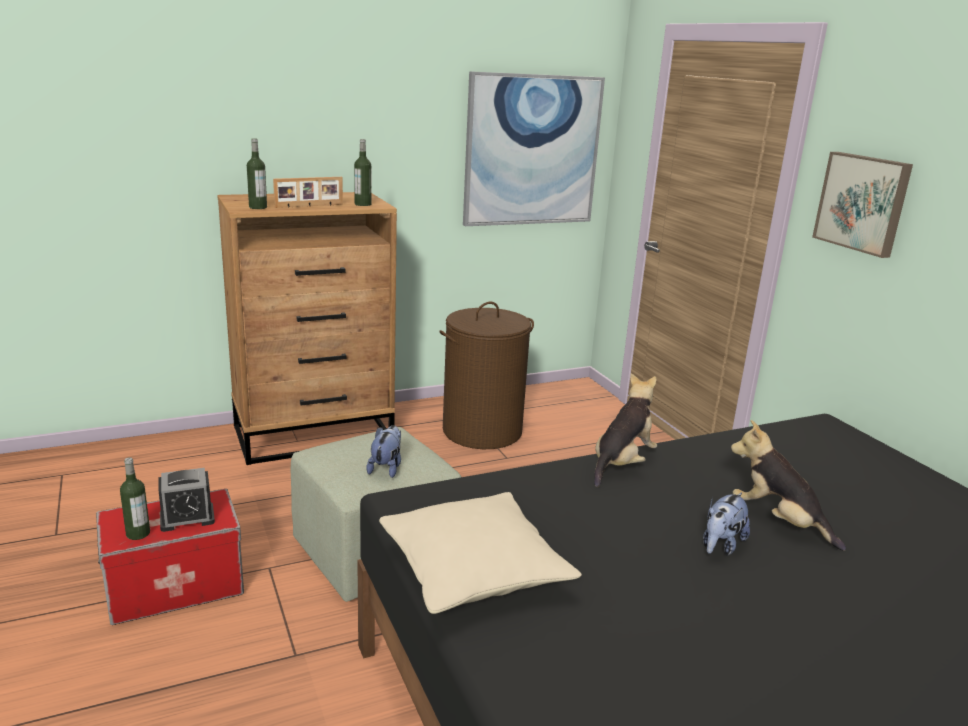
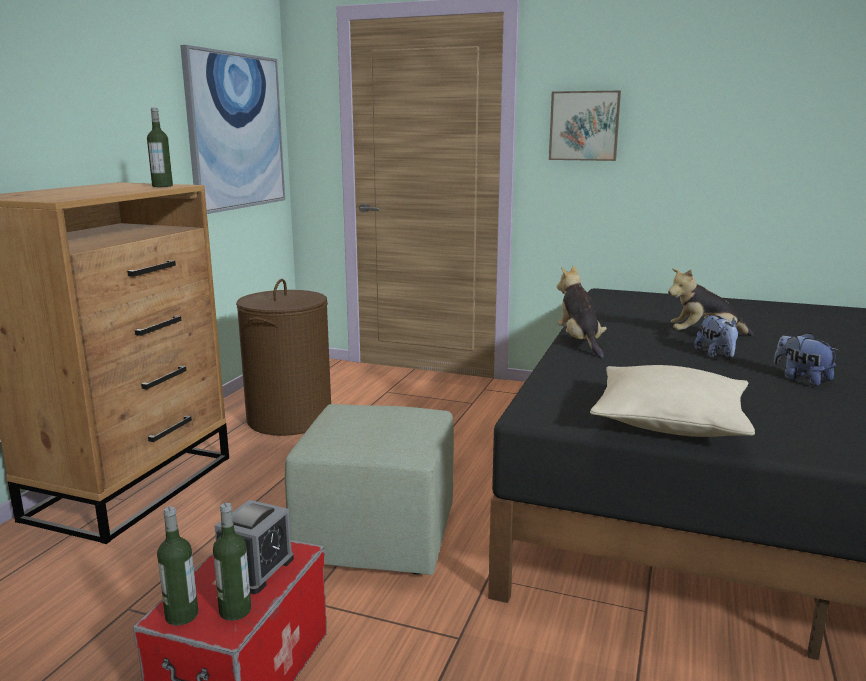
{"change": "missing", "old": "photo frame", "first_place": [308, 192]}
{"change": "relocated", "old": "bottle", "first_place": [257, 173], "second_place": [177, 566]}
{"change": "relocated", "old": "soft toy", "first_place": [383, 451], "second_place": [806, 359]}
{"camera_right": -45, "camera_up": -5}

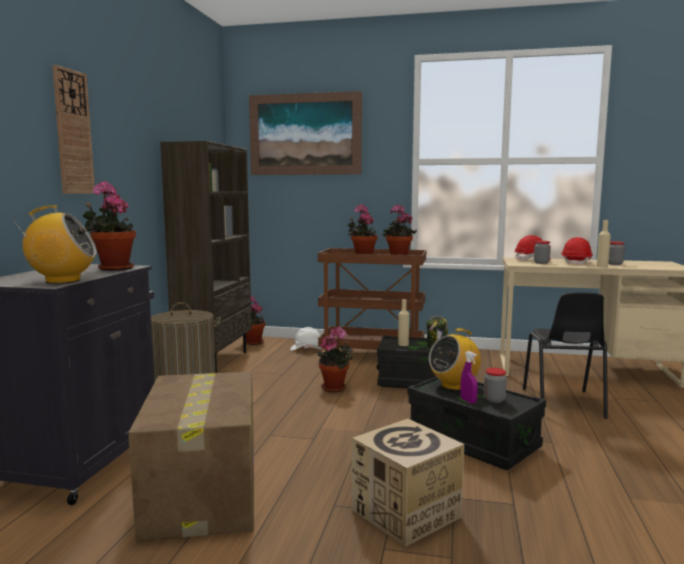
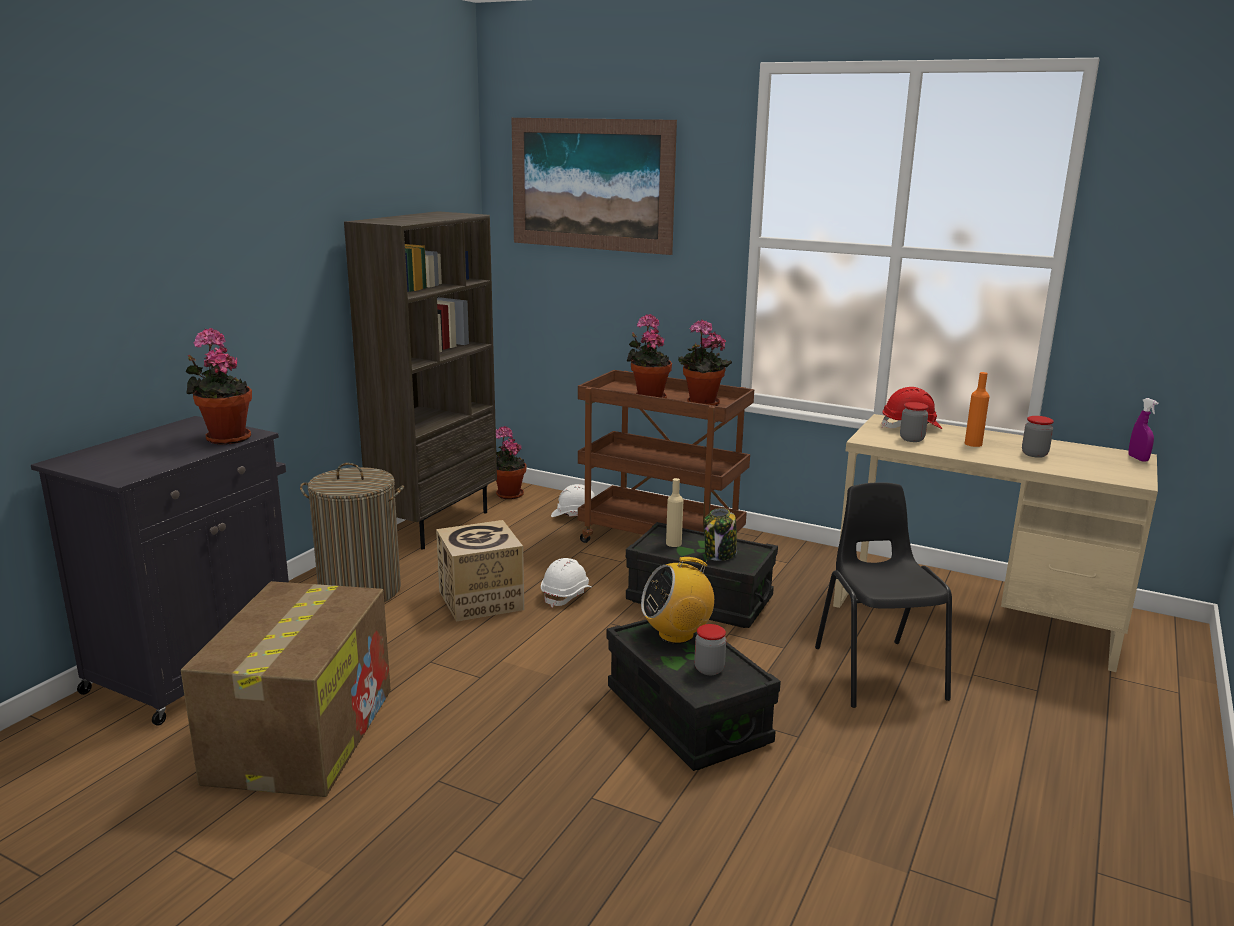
{"change": "missing", "old": "radio", "first_place": [54, 244]}
{"change": "missing", "old": "wall clock", "first_place": [73, 129]}
{"change": "missing", "old": "sand-coloured bottle", "first_place": [603, 244]}
{"change": "relocated", "old": "carton", "first_place": [408, 483], "second_place": [480, 570]}
{"change": "relocated", "old": "purple-coloured spray bottle", "first_place": [469, 377], "second_place": [1144, 430]}
{"change": "exchanged", "old": "potted plant", "new": "whitish safety helmet", "first_place": [335, 359], "second_place": [566, 583]}
{"change": "exchanged", "old": "red-coloured safety helmet", "new": "orange-coloured bottle", "first_place": [577, 251], "second_place": [977, 409]}
{"change": "spun", "old": "black-coloured chair", "first_place": [565, 355], "second_place": [883, 595], "degrees": 150}
{"camera_right": 15, "camera_up": 10}

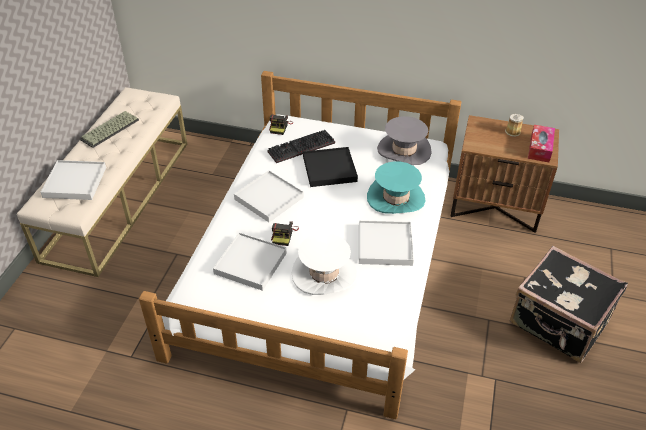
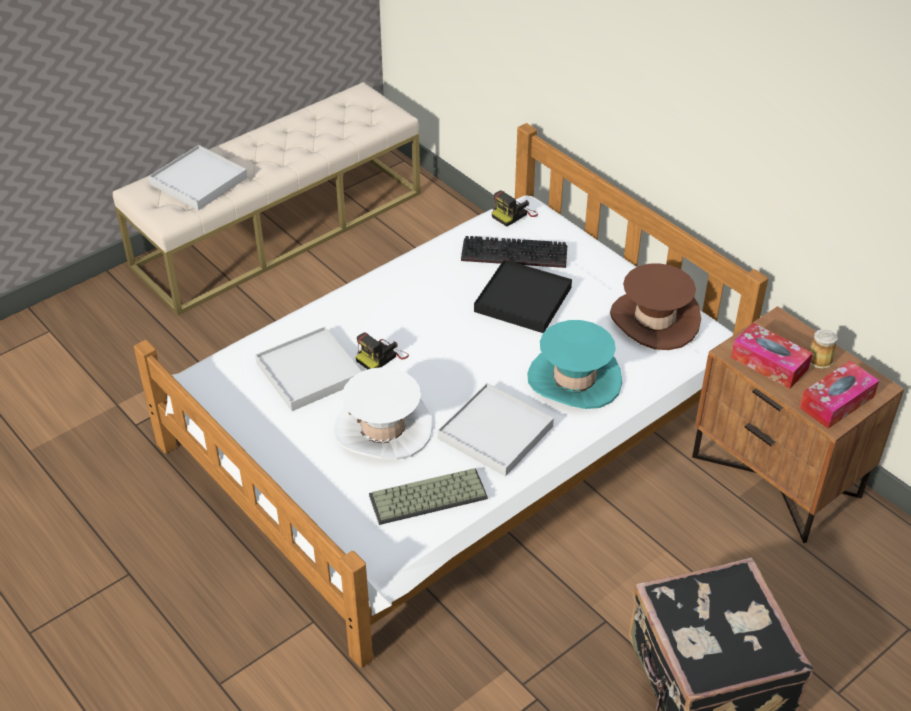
{"change": "missing", "old": "whitish tray", "first_place": [269, 196]}
{"change": "appeared", "new": "tissue holder", "second_place": [772, 356]}
{"change": "relocated", "old": "computer keyboard", "first_place": [109, 129], "second_place": [428, 496]}
{"change": "colour", "old": "grey wearable hat", "new": "brown-coloured wearable hat", "first_place": [404, 140], "second_place": [655, 306]}
{"camera_right": 35, "camera_up": 0}

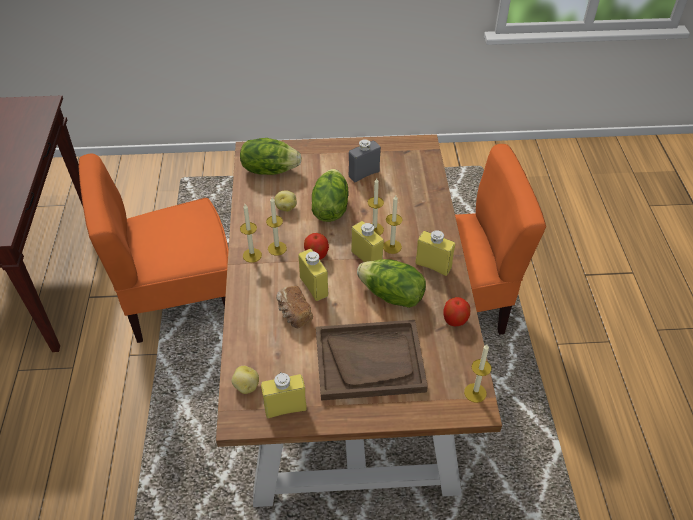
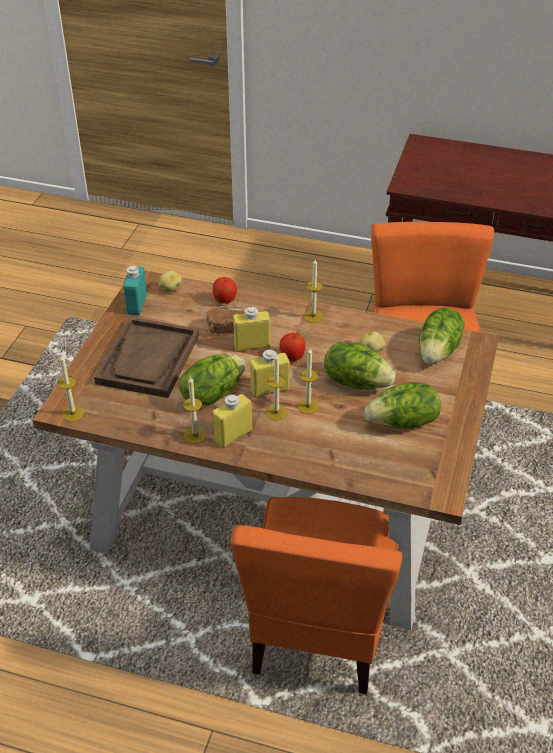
{"change": "relocated", "old": "candle", "first_place": [276, 226], "second_place": [194, 410]}
{"change": "relocated", "old": "apple", "first_place": [456, 311], "second_place": [225, 290]}
{"change": "exchanged", "old": "grey bottle", "new": "head of lettuce", "first_place": [365, 160], "second_place": [403, 405]}
{"change": "colour", "old": "yellow-coloured bottle", "new": "turquoise-coloured bottle", "first_place": [284, 395], "second_place": [135, 290]}
{"camera_right": 110, "camera_up": -5}

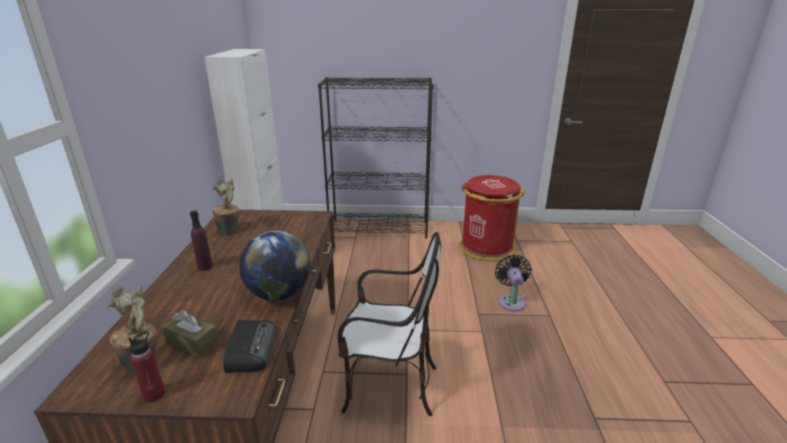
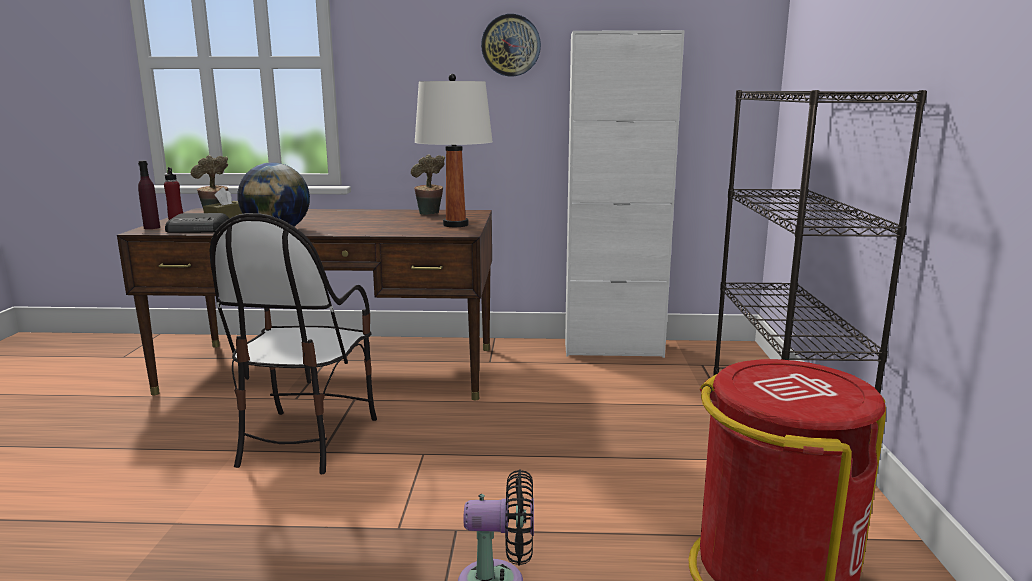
{"change": "appeared", "new": "whitish tabletop lamp", "second_place": [454, 150]}
{"change": "appeared", "new": "wall clock", "second_place": [511, 45]}
{"change": "relocated", "old": "purple-coloured bottle", "first_place": [201, 240], "second_place": [149, 195]}
{"camera_right": 90, "camera_up": -10}

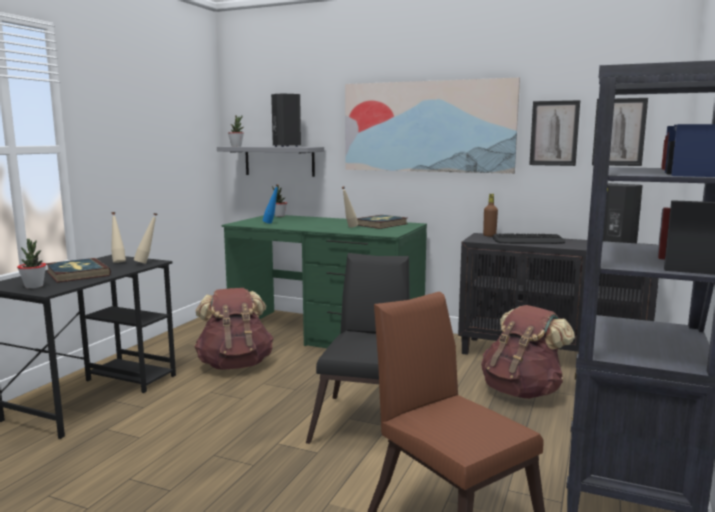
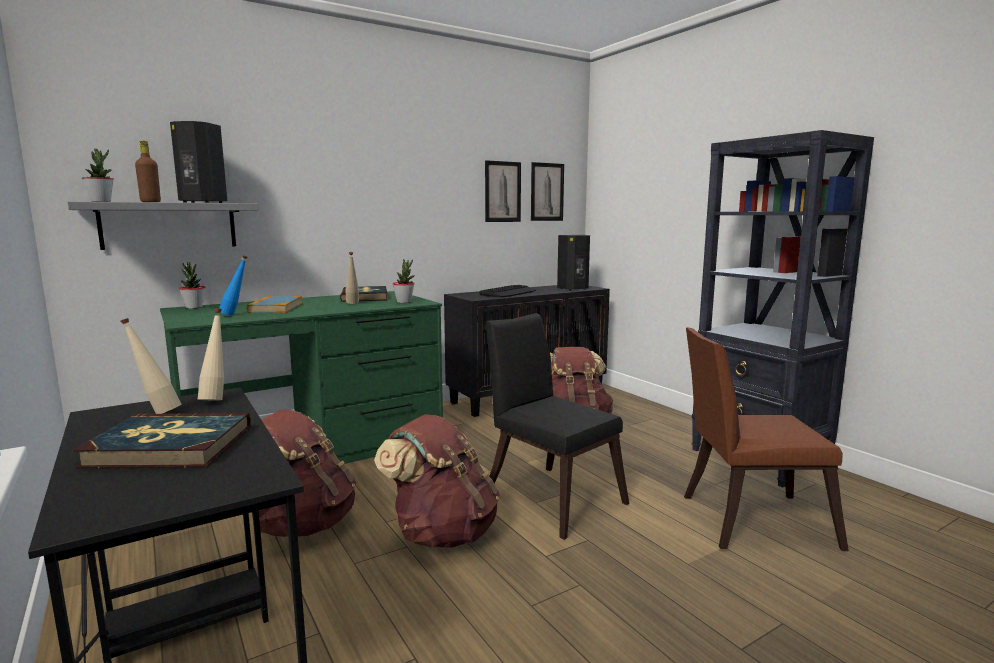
{"change": "missing", "old": "picture", "first_place": [432, 126]}
{"change": "appeared", "new": "book", "second_place": [274, 304]}
{"change": "appeared", "new": "brown-coloured rucksack", "second_place": [437, 481]}
{"change": "relocated", "old": "potted plant", "first_place": [31, 264], "second_place": [403, 281]}
{"change": "relocated", "old": "brown-coloured bottle", "first_place": [490, 215], "second_place": [148, 171]}
{"camera_right": -55, "camera_up": 0}

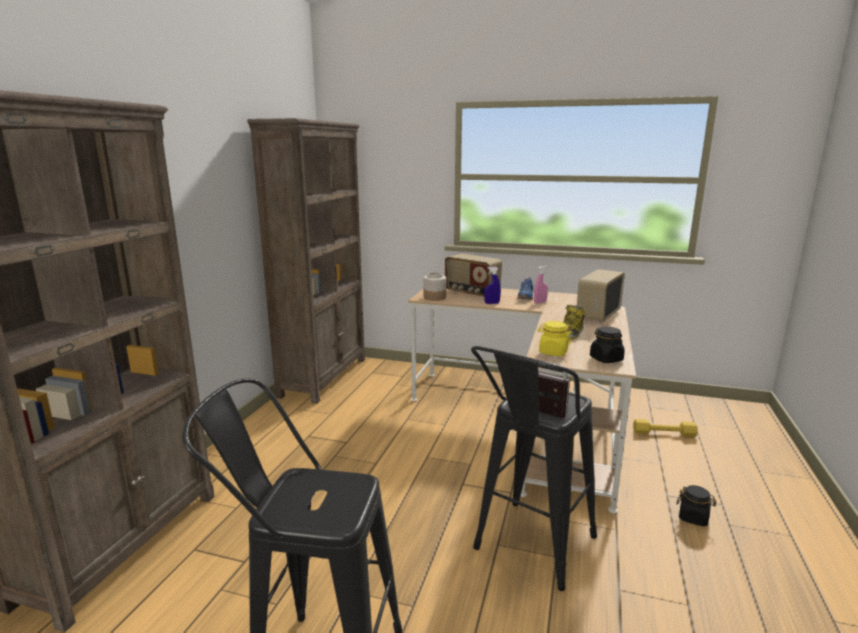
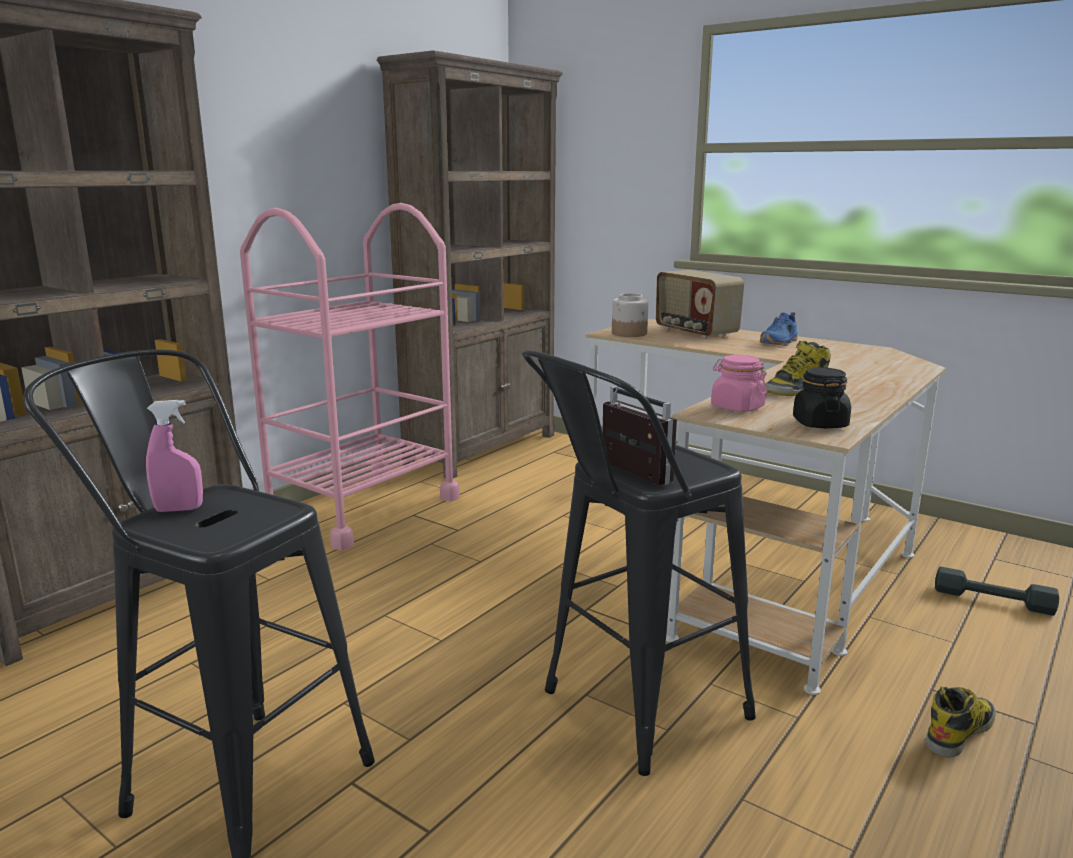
{"change": "missing", "old": "bluish spray bottle", "first_place": [492, 285]}
{"change": "missing", "old": "radio", "first_place": [601, 295]}
{"change": "appeared", "new": "pink-coloured trolley", "second_place": [350, 376]}
{"change": "relocated", "old": "pink-coloured spray bottle", "first_place": [541, 284], "second_place": [174, 456]}
{"change": "exchanged", "old": "black-coloured storage jar", "new": "tall boot", "first_place": [696, 505], "second_place": [960, 722]}
{"change": "colour", "old": "yellow-coloured storage jar", "new": "pink-coloured storage jar", "first_place": [554, 338], "second_place": [739, 383]}
{"change": "colour", "old": "yellow-coloured hand weight", "new": "grey hand weight", "first_place": [665, 428], "second_place": [997, 591]}
{"camera_right": 20, "camera_up": 0}

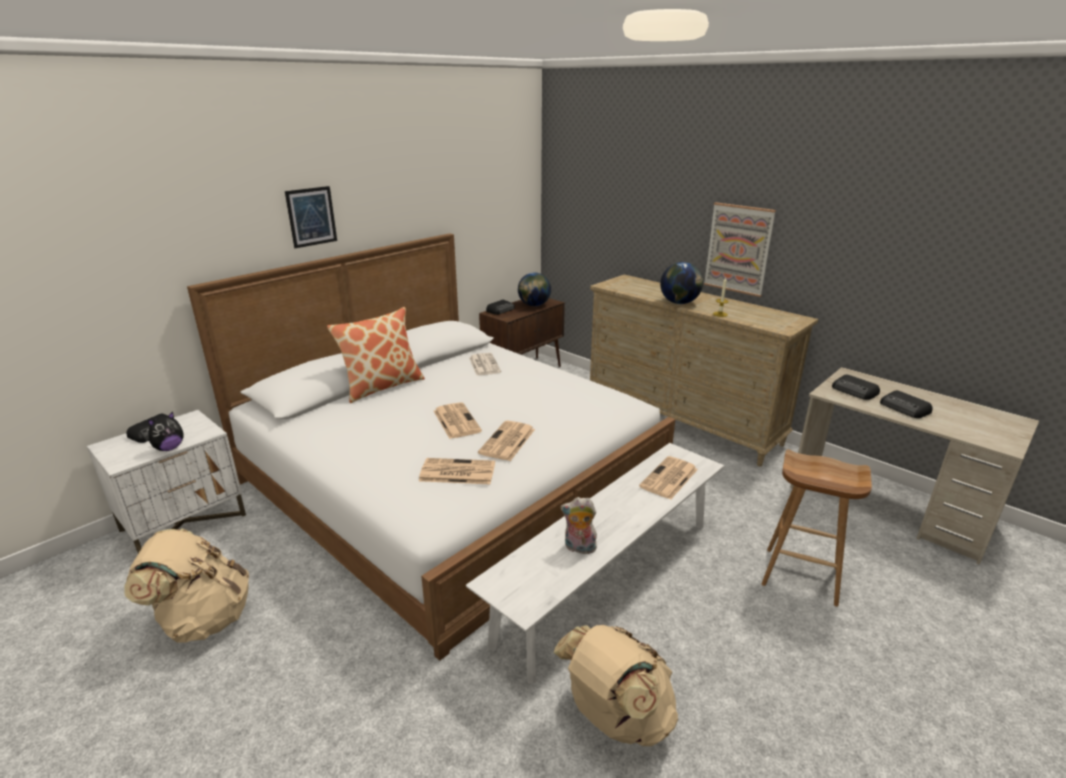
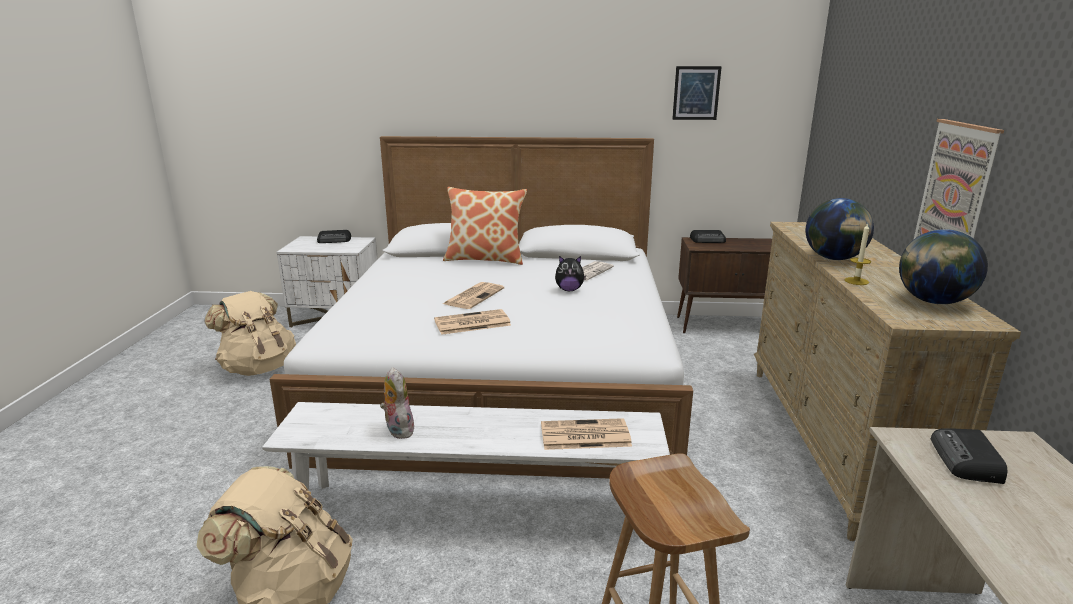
{"change": "missing", "old": "printed paper", "first_place": [457, 471]}
{"change": "missing", "old": "radio", "first_place": [906, 404]}
{"change": "relocated", "old": "soft toy", "first_place": [166, 431], "second_place": [570, 273]}
{"change": "relocated", "old": "picture", "first_place": [311, 217], "second_place": [697, 93]}
{"change": "relocated", "old": "world globe", "first_place": [534, 289], "second_place": [943, 266]}
{"camera_right": 50, "camera_up": -5}

